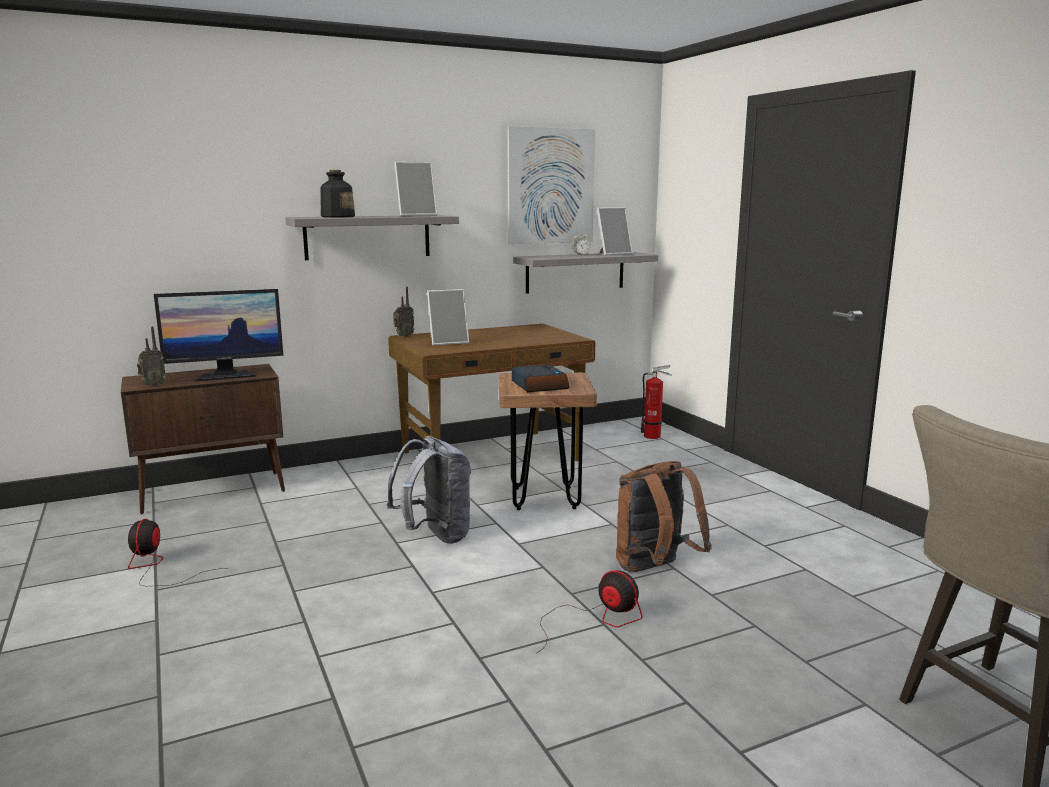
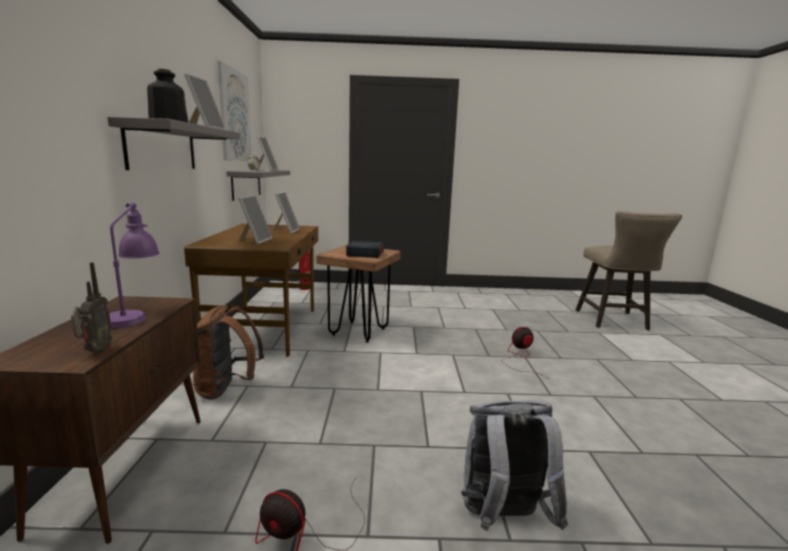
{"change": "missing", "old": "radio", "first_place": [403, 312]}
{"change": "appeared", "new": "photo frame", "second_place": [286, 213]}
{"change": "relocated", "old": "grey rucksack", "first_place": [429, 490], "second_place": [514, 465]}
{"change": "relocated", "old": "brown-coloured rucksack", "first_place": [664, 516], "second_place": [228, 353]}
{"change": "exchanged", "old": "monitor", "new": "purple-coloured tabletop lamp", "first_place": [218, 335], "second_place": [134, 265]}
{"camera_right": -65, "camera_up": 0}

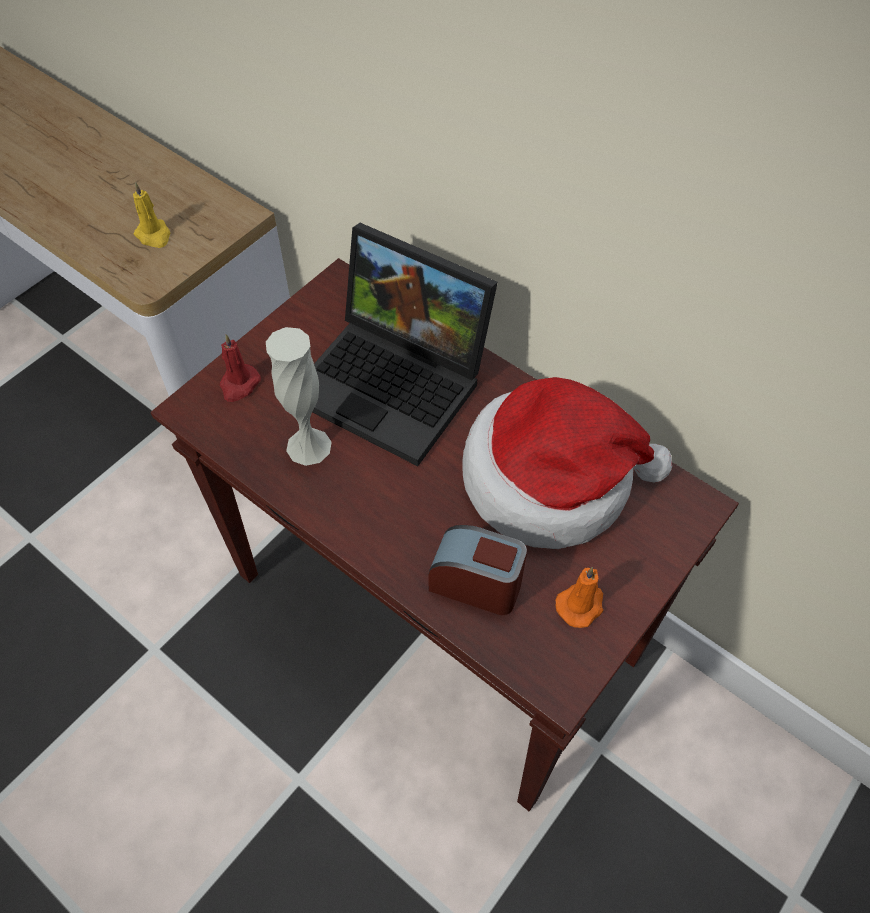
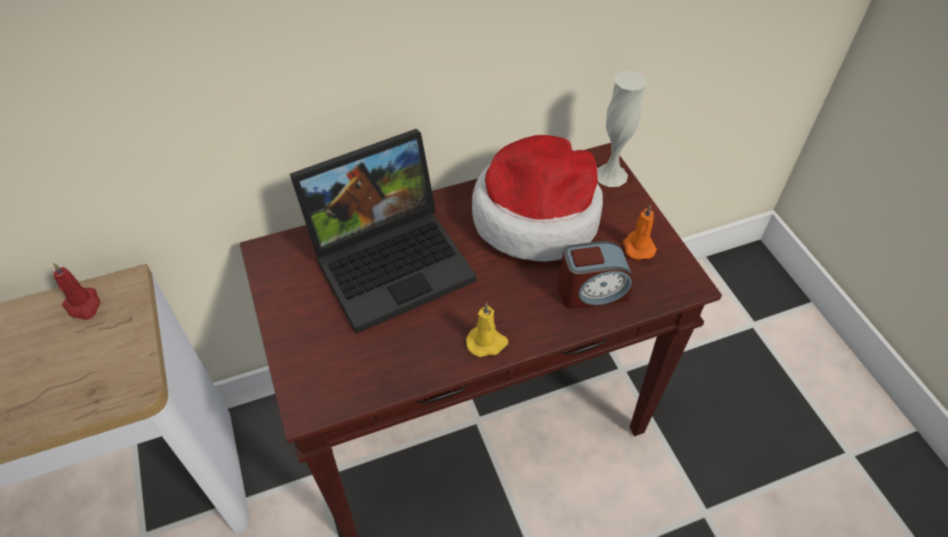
{"change": "relocated", "old": "yellow-coloured candle", "first_place": [151, 215], "second_place": [487, 330]}
{"change": "relocated", "old": "red-coloured candle", "first_place": [240, 368], "second_place": [76, 291]}
{"change": "relocated", "old": "whitish vase", "first_place": [299, 396], "second_place": [622, 128]}
{"change": "spun", "old": "alarm clock", "first_place": [477, 570], "second_place": [595, 275], "degrees": -150}
{"camera_right": -60, "camera_up": -5}

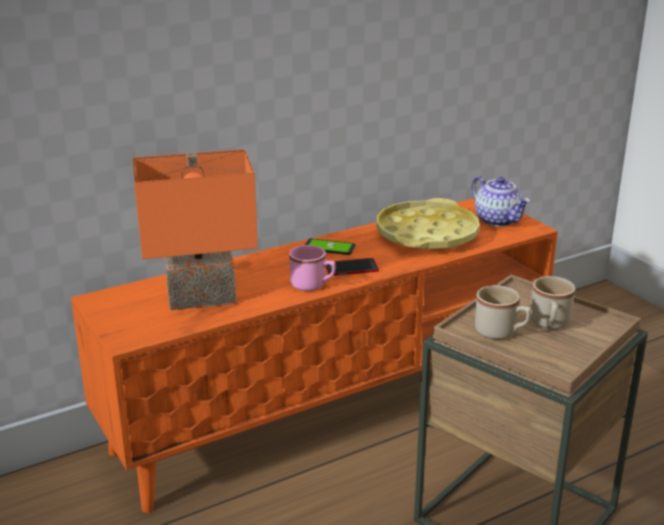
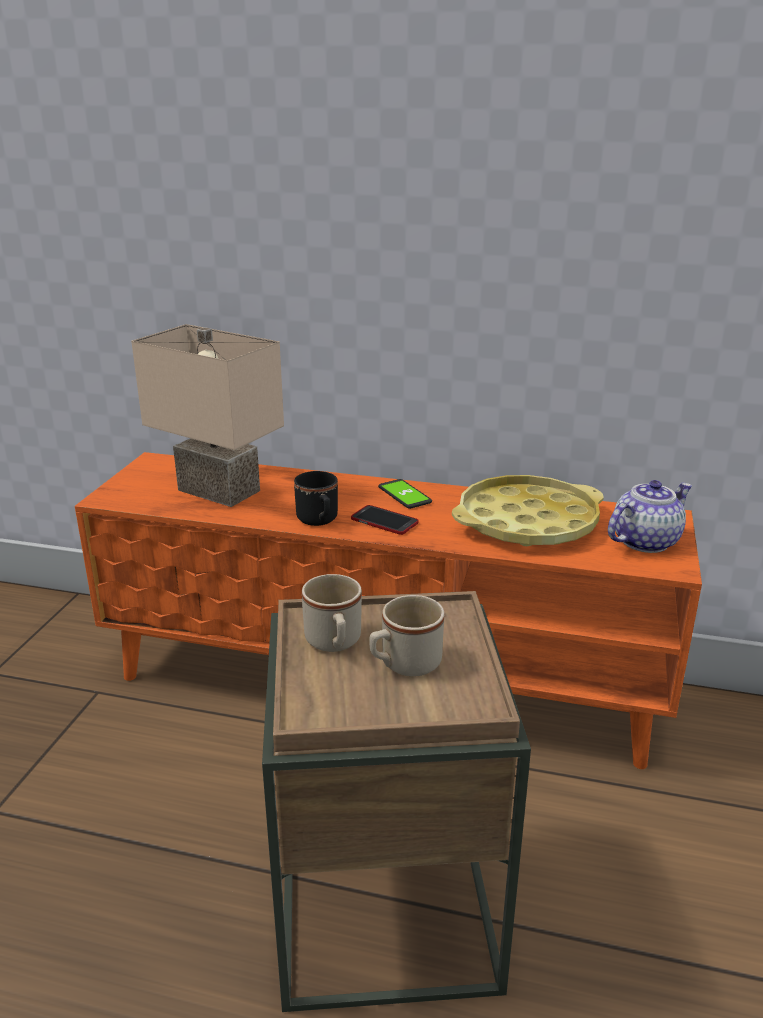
{"change": "colour", "old": "orange-coloured tabletop lamp", "new": "sand-coloured tabletop lamp", "first_place": [195, 229], "second_place": [207, 415]}
{"change": "colour", "old": "pink-coloured tea mug", "new": "black-coloured tea mug", "first_place": [312, 268], "second_place": [316, 498]}
{"change": "spun", "old": "teapot", "first_place": [500, 201], "second_place": [650, 516], "degrees": -135}
{"camera_right": 45, "camera_up": 0}

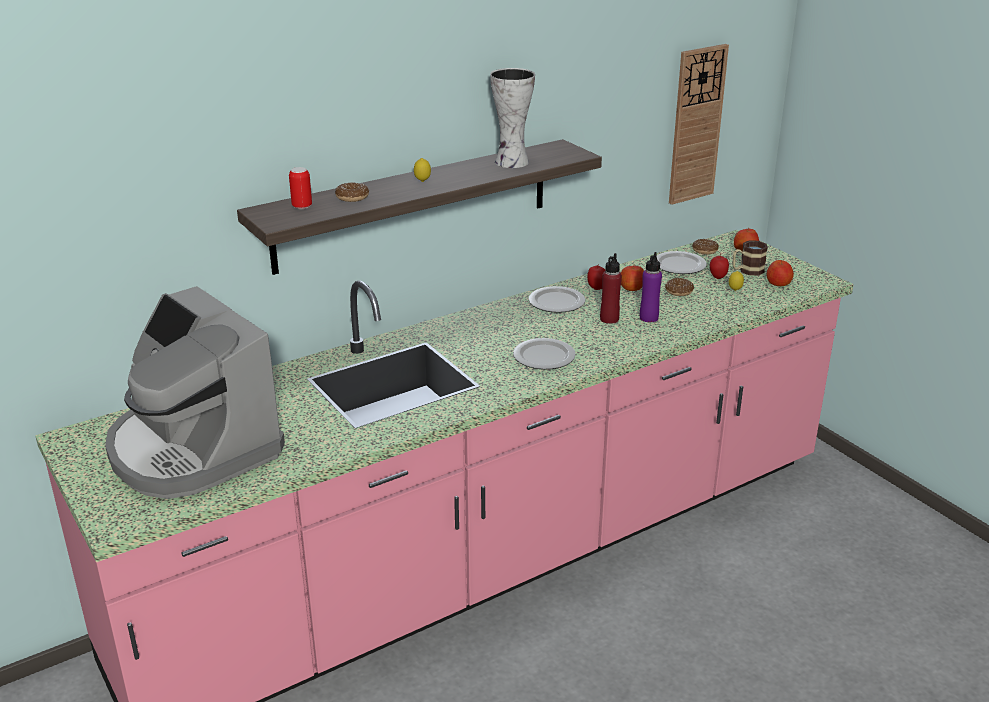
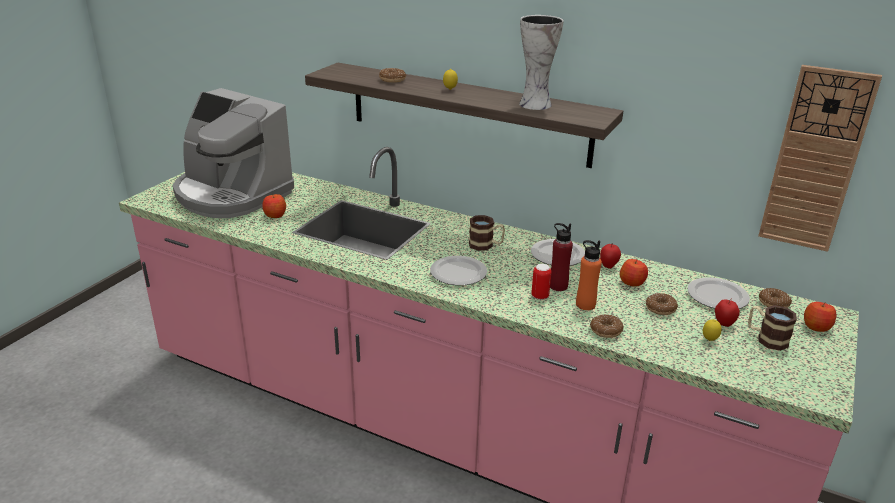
{"change": "appeared", "new": "tea mug", "second_place": [487, 233]}
{"change": "appeared", "new": "ring doughnut", "second_place": [607, 326]}
{"change": "relocated", "old": "can", "first_place": [300, 188], "second_place": [541, 282]}
{"change": "relocated", "old": "apple", "first_place": [780, 273], "second_place": [274, 206]}
{"change": "colour", "old": "purple-coloured bottle", "new": "orange-coloured bottle", "first_place": [651, 287], "second_place": [589, 275]}
{"change": "spun", "old": "coffee maker", "first_place": [195, 392], "second_place": [233, 153], "degrees": -75}
{"camera_right": 60, "camera_up": 0}

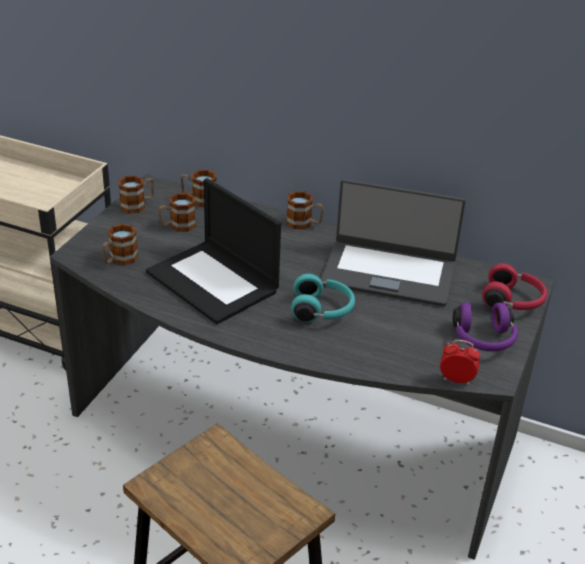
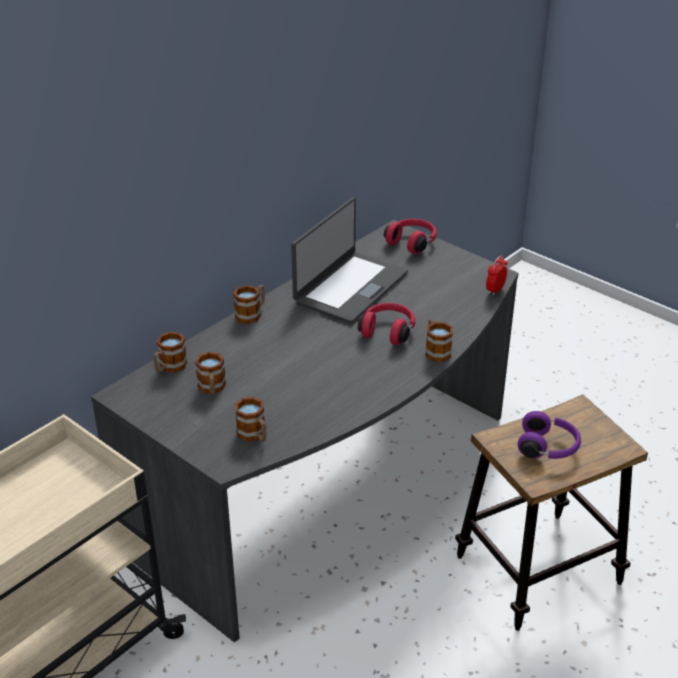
{"change": "missing", "old": "notebook computer", "first_place": [213, 251]}
{"change": "relocated", "old": "tea mug", "first_place": [136, 194], "second_place": [439, 340]}
{"change": "relocated", "old": "purple-coloured pair of headphones", "first_place": [485, 326], "second_place": [549, 435]}
{"change": "colour", "old": "turquoise-coloured pair of headphones", "new": "red-coloured pair of headphones", "first_place": [323, 298], "second_place": [387, 324]}
{"camera_right": -70, "camera_up": 0}

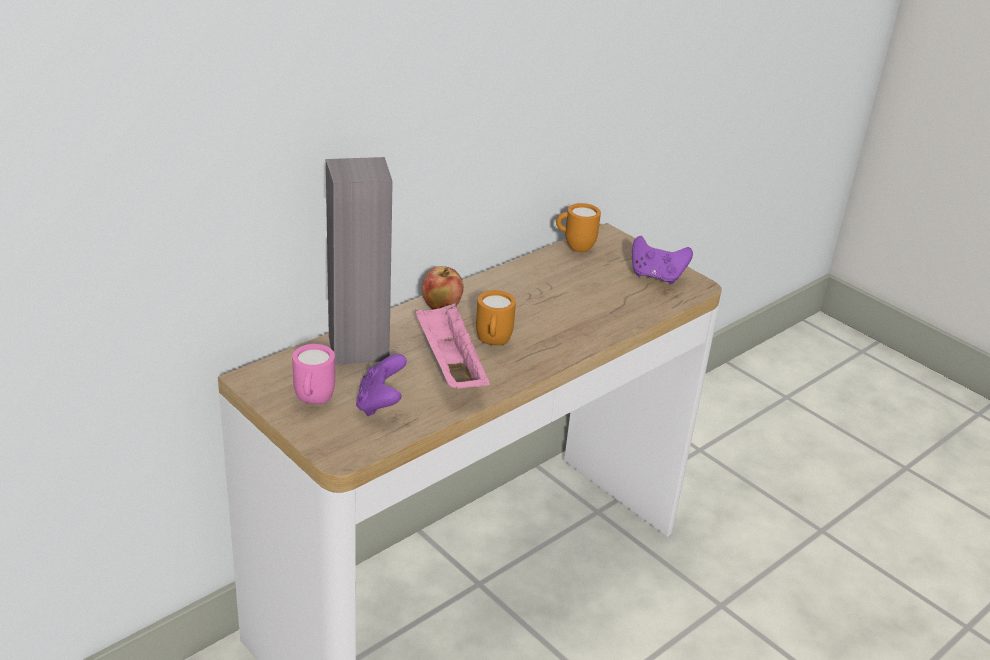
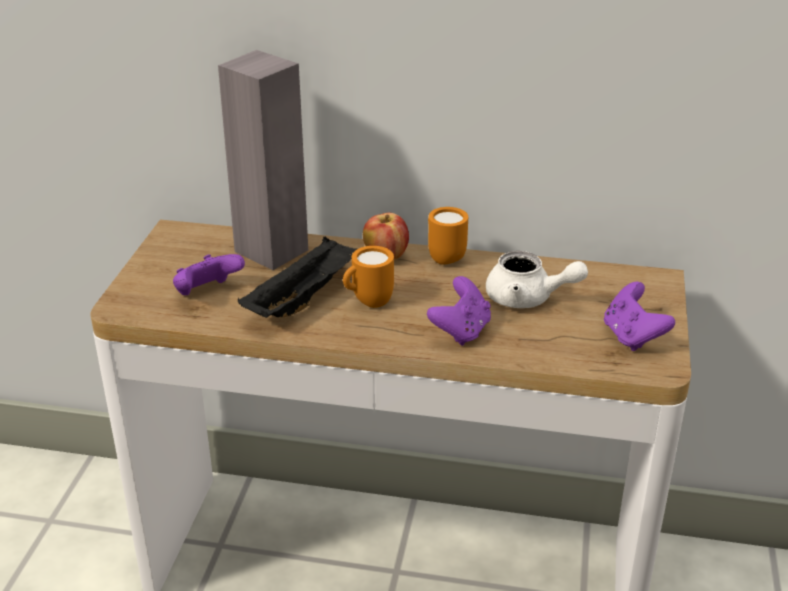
{"change": "missing", "old": "pink-coloured tea mug", "first_place": [313, 374]}
{"change": "appeared", "new": "purple-coloured joypad", "second_place": [459, 311]}
{"change": "appeared", "new": "whitish teapot", "second_place": [537, 279]}
{"change": "relocated", "old": "orange-coloured tea mug", "first_place": [578, 227], "second_place": [448, 236]}
{"change": "colour", "old": "pink-coloured tray", "new": "black-coloured tray", "first_place": [453, 346], "second_place": [297, 277]}
{"camera_right": 55, "camera_up": 0}

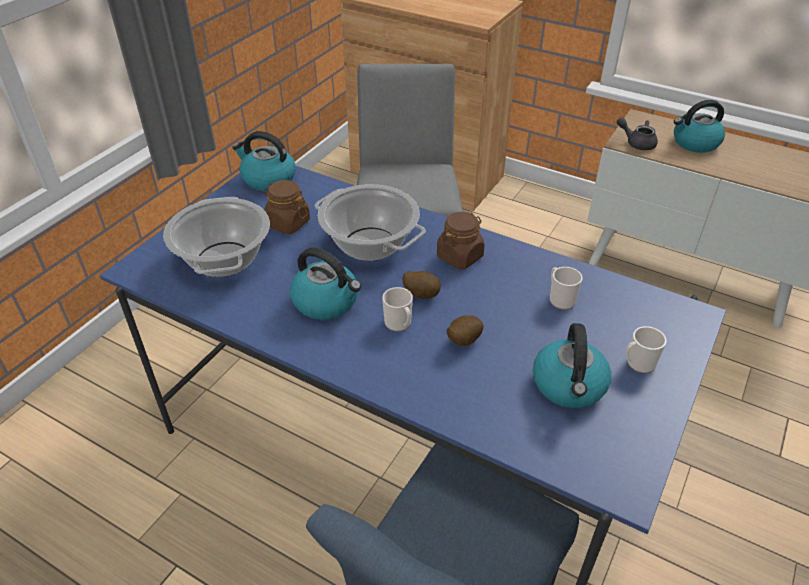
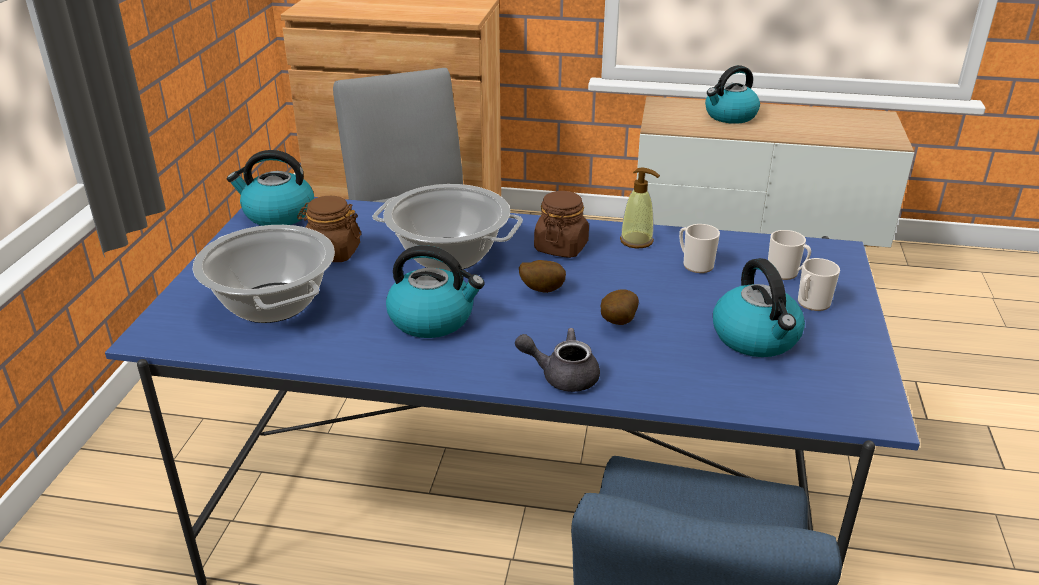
{"change": "appeared", "new": "liquid soap bottle", "second_place": [640, 207]}
{"change": "relocated", "old": "tea mug", "first_place": [397, 309], "second_place": [789, 255]}
{"change": "relocated", "old": "grey teapot", "first_place": [637, 133], "second_place": [557, 360]}
{"camera_right": -20, "camera_up": -10}

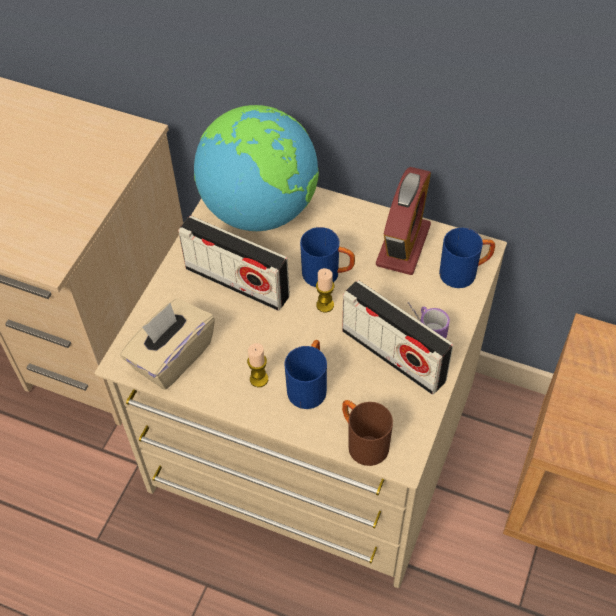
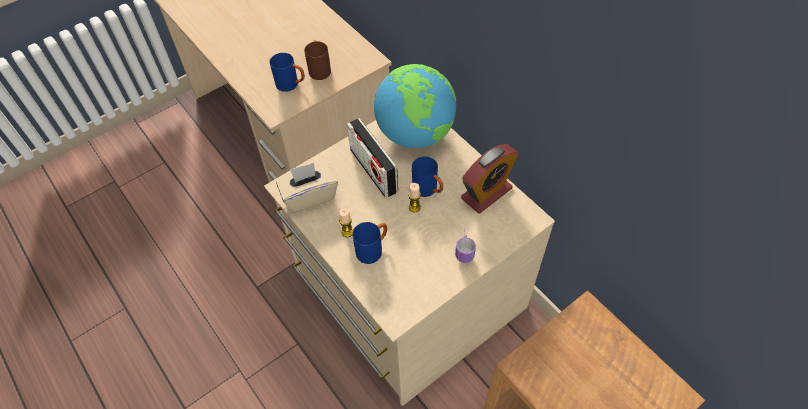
{"change": "missing", "old": "radio", "first_place": [397, 337]}
{"change": "relocated", "old": "brown-coloured tea mug", "first_place": [367, 433], "second_place": [317, 60]}
{"change": "relocated", "old": "bluish tea mug", "first_place": [467, 258], "second_place": [287, 72]}
{"camera_right": 30, "camera_up": 0}

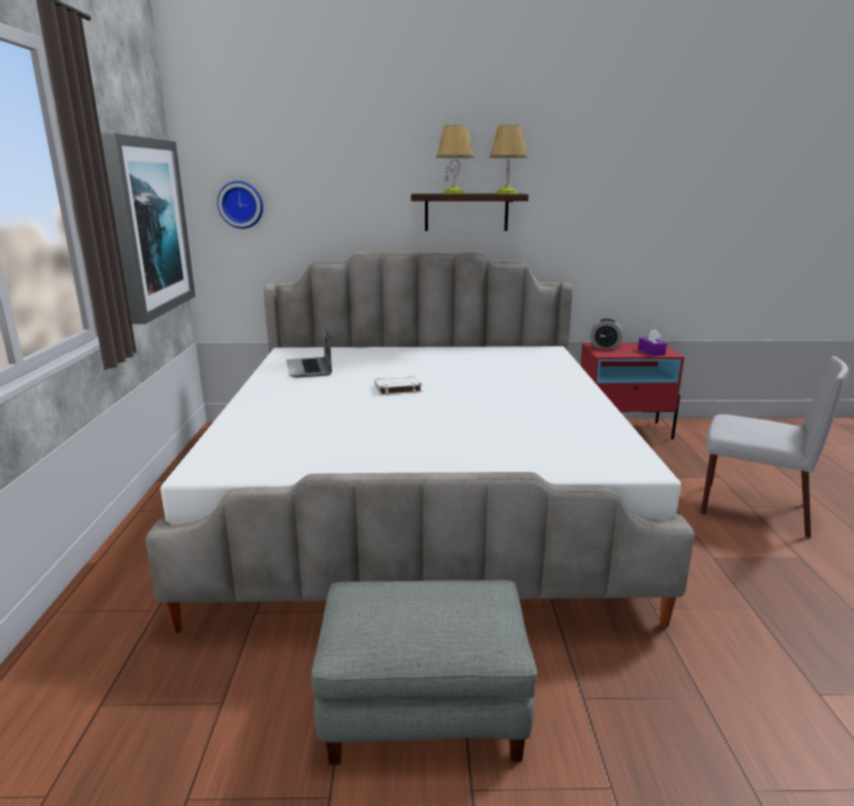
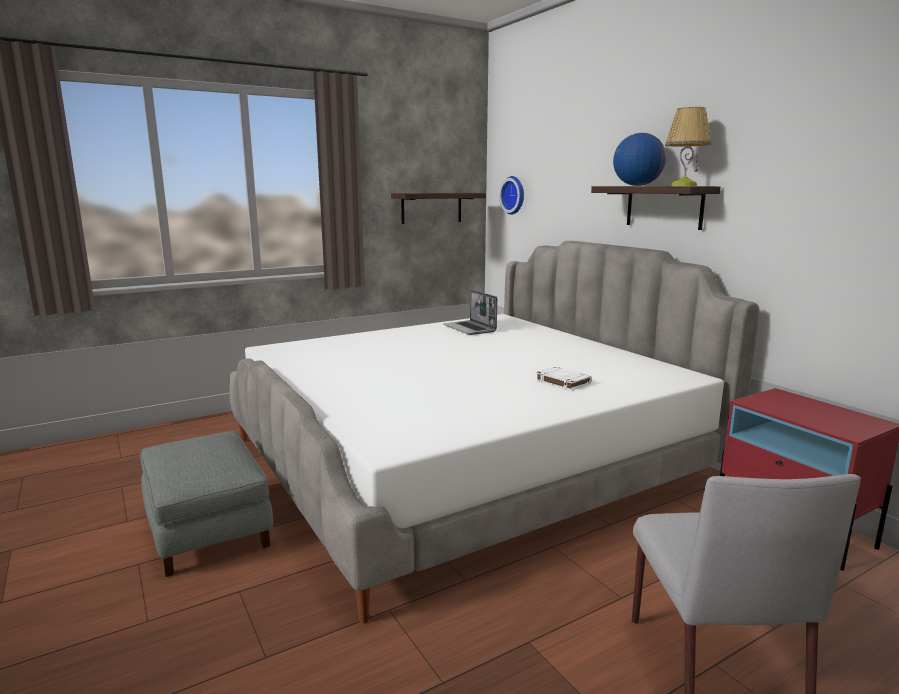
{"change": "missing", "old": "alarm clock", "first_place": [606, 334]}
{"change": "missing", "old": "purple-coloured tissue holder", "first_place": [652, 342]}
{"change": "relocated", "old": "whitish book", "first_place": [398, 385], "second_place": [563, 378]}
{"change": "exchanged", "old": "picture", "new": "shelf", "first_place": [148, 228], "second_place": [438, 208]}
{"change": "exchanged", "old": "tabletop lamp", "new": "world globe", "first_place": [455, 159], "second_place": [639, 159]}
{"change": "spun", "old": "notebook computer", "first_place": [309, 350], "second_place": [470, 312], "degrees": -75}
{"camera_right": 60, "camera_up": -5}

